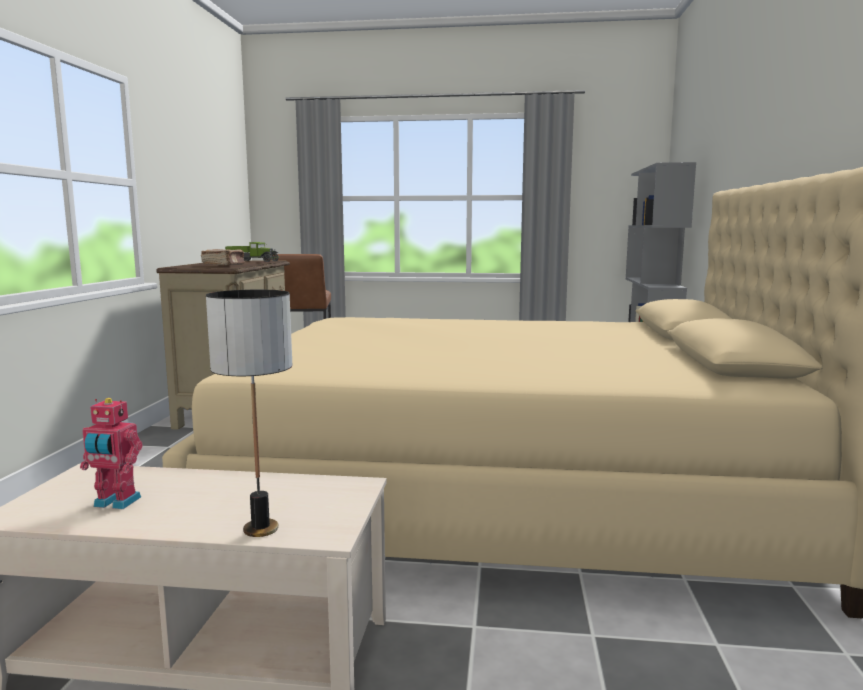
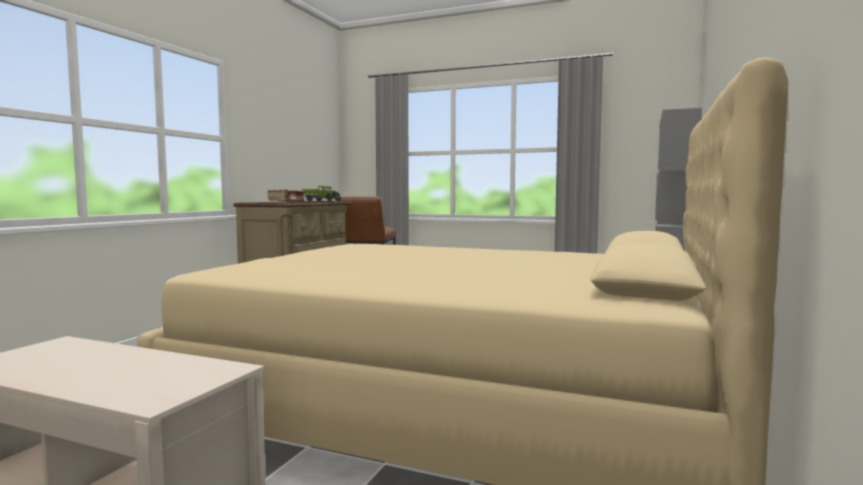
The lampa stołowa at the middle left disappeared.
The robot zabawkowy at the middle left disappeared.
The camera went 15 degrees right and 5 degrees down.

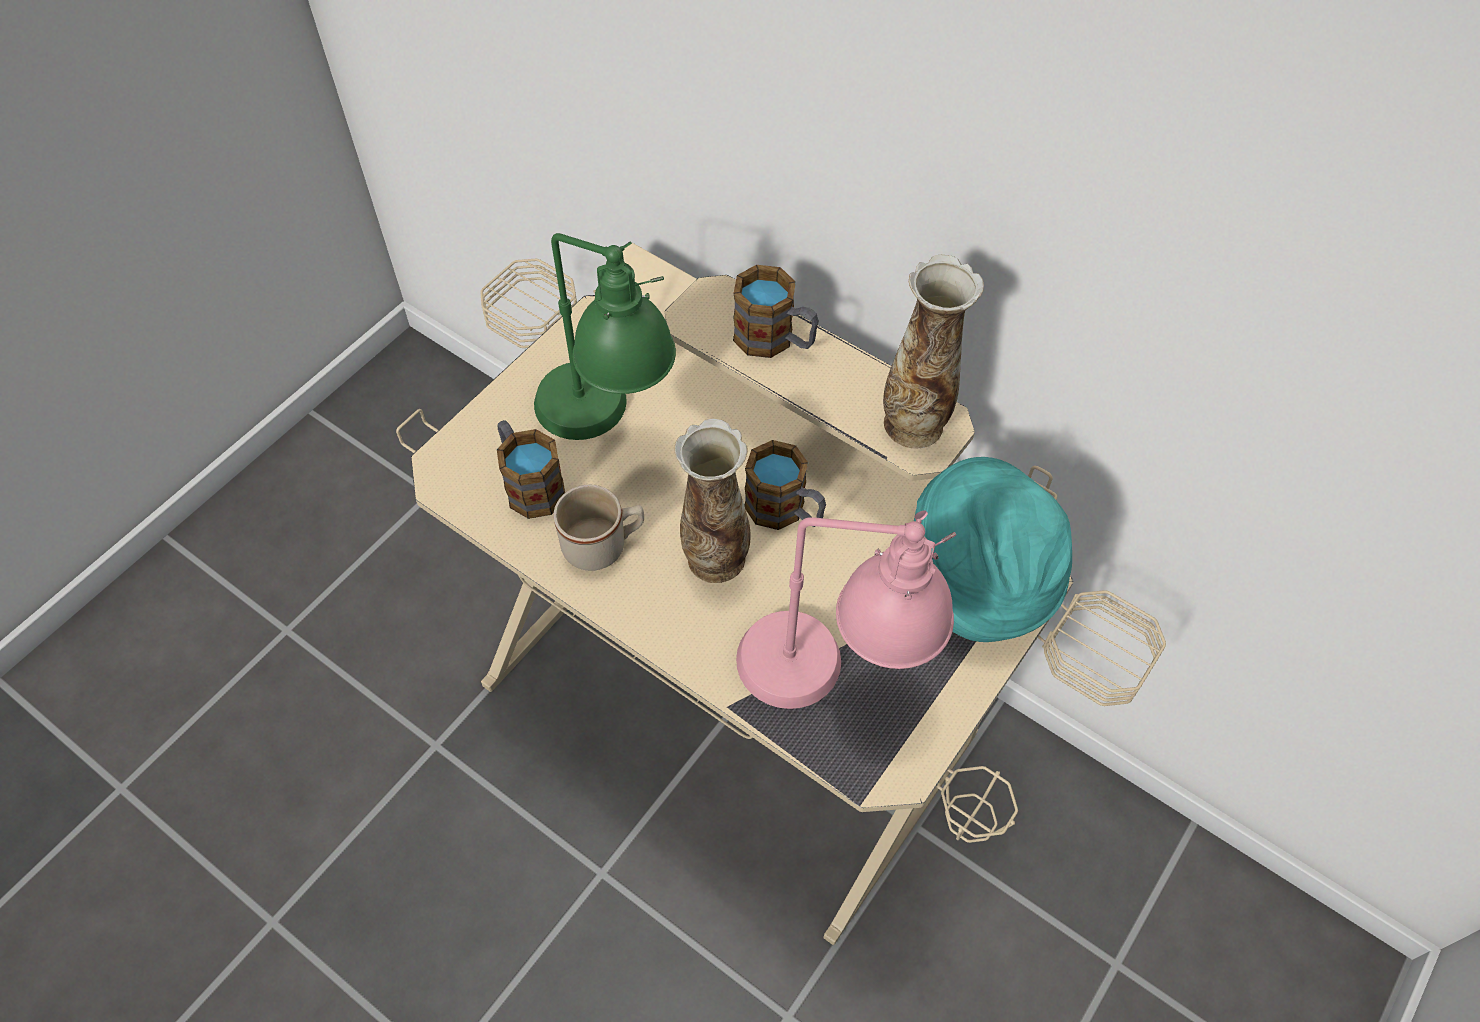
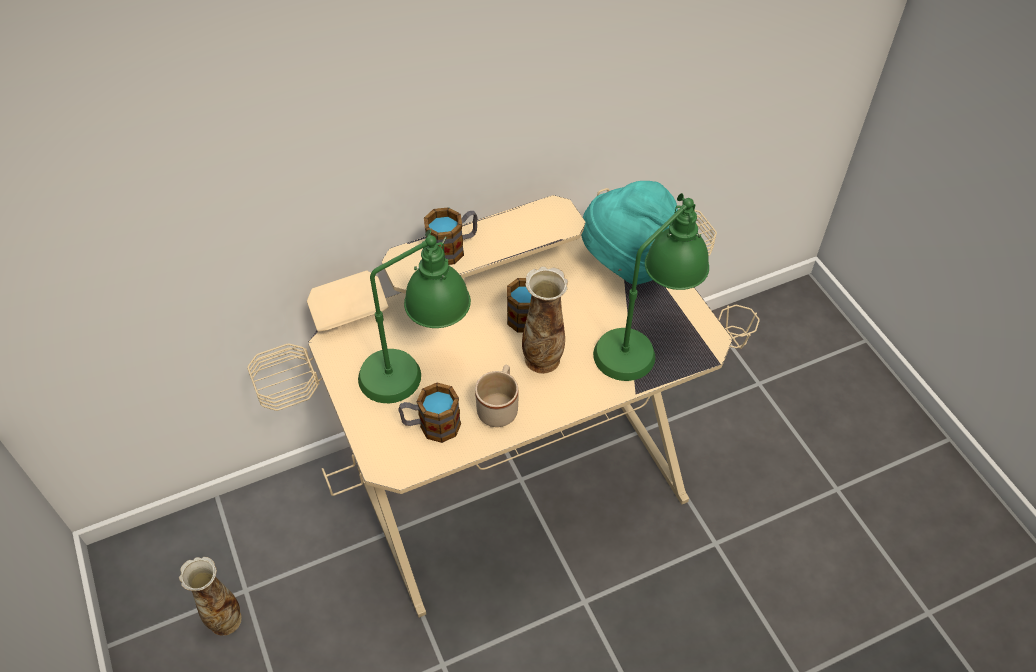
The wazon (no. 2 from left in the first image) moved from the centre to the bottom left.
The lampa stołowa [różowy] at the centre became the lampa stołowa [zielony] (no. 2 from left) at the centre.
The camera went 60 degrees left and 5 degrees down.

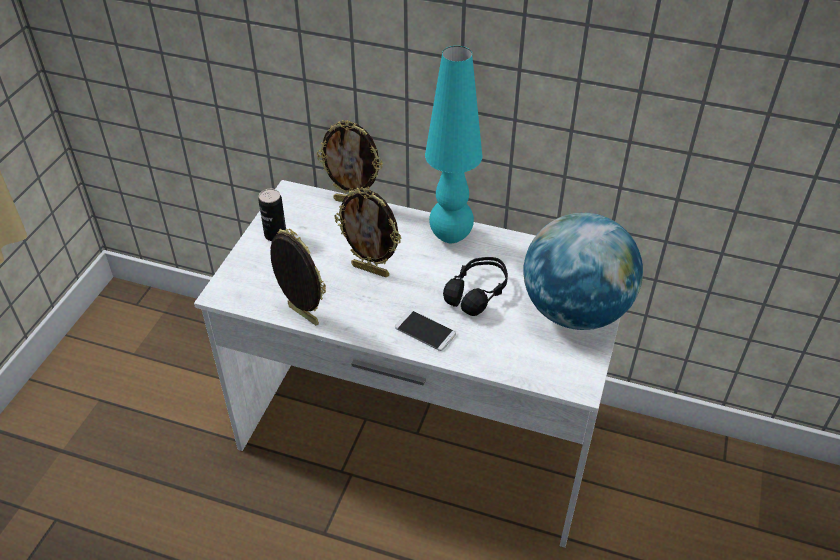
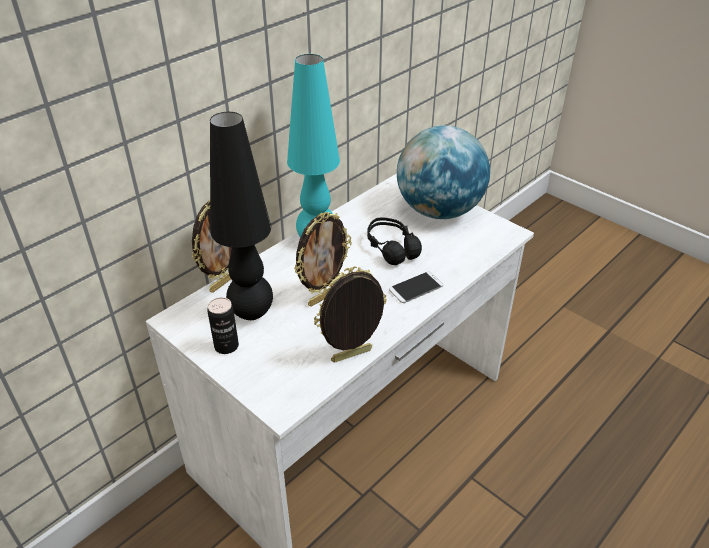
The lampa stołowa [czarny] at the centre appeared.
The camera went 65 degrees left and 5 degrees down.

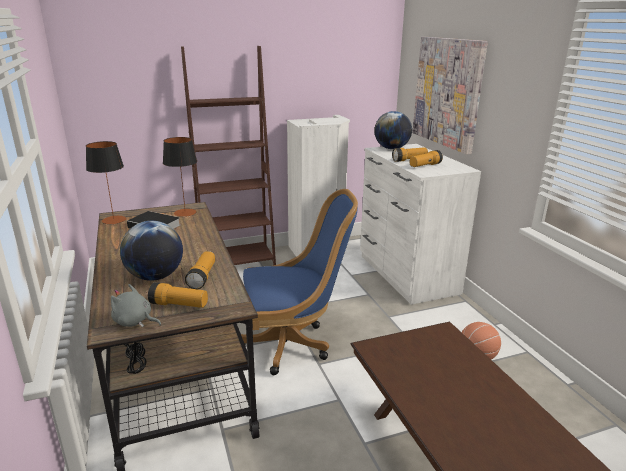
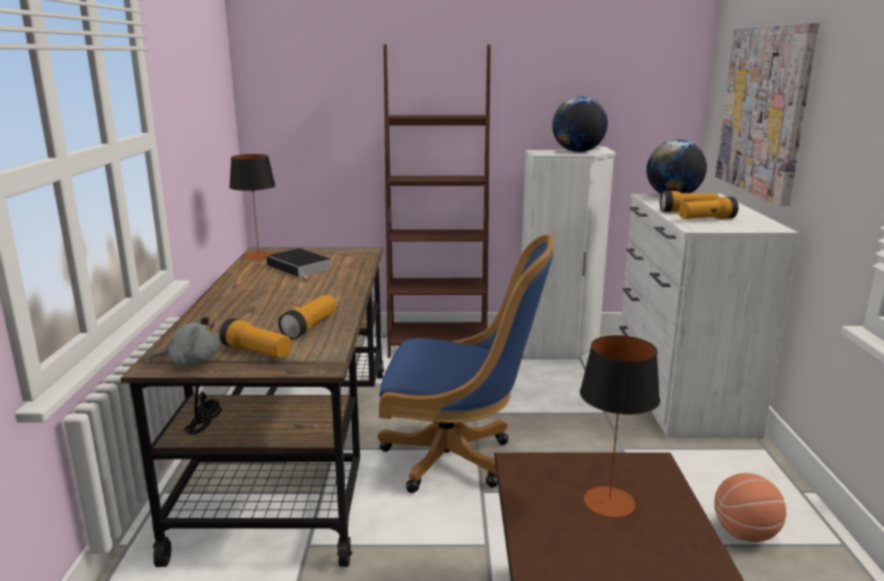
The lampa stołowa (no. 2 from left) moved from the middle left to the bottom right.
The globus (no. 1 from left) moved from the middle left to the top centre.
The pluszak [szary] at the middle left turned 135 degrees clockwise.
The camera went 20 degrees right and 5 degrees down.

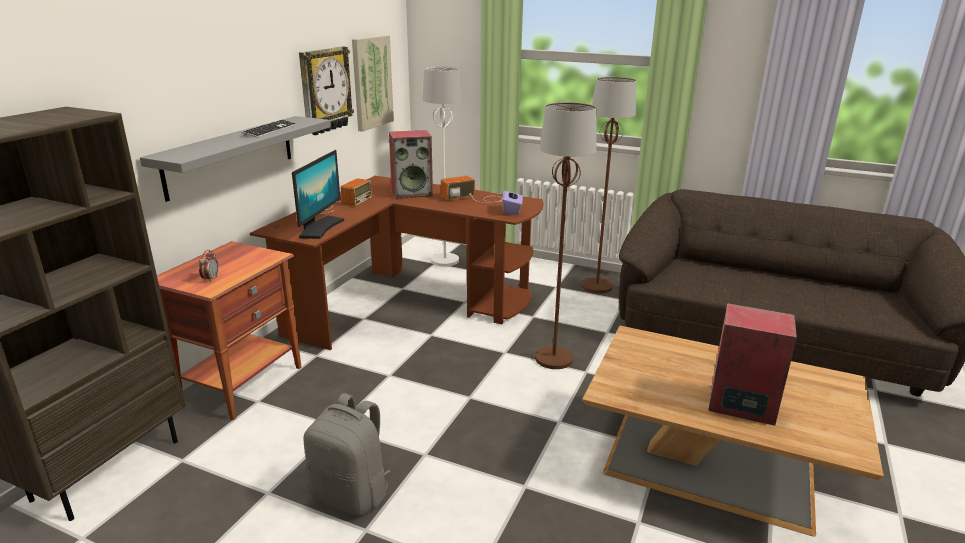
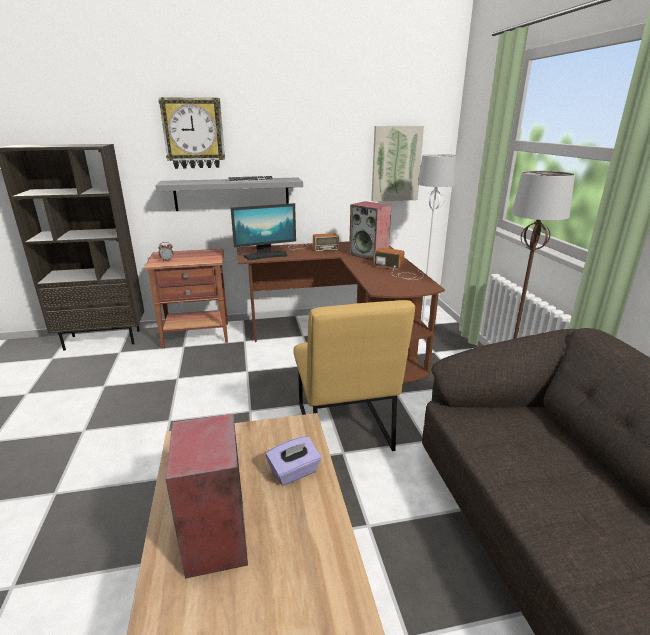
The zegar ścienny moved from the top centre to the top left.
The lampa stojąca [brązowy] (no. 1 from left) at the centre was replaced by the krzesło [żółty] at the centre.
The pudełko chusteczek [fioletowy] moved from the centre to the bottom centre.
The plecak [szary] at the bottom centre disappeared.
The camera went 55 degrees right and 0 degrees up.

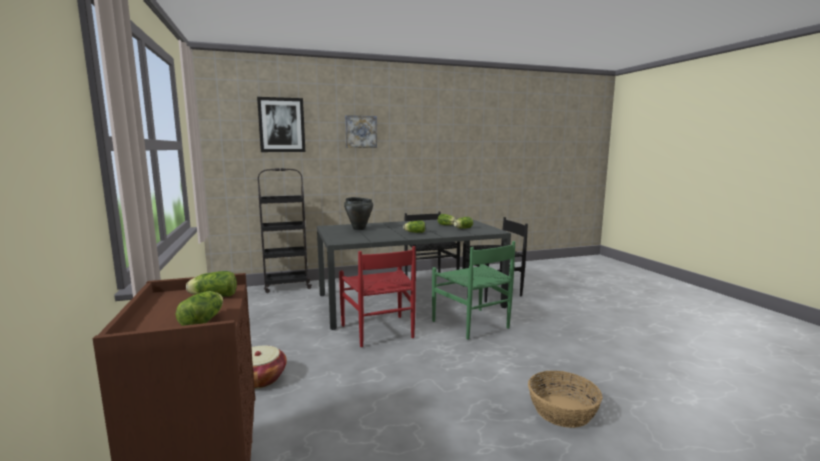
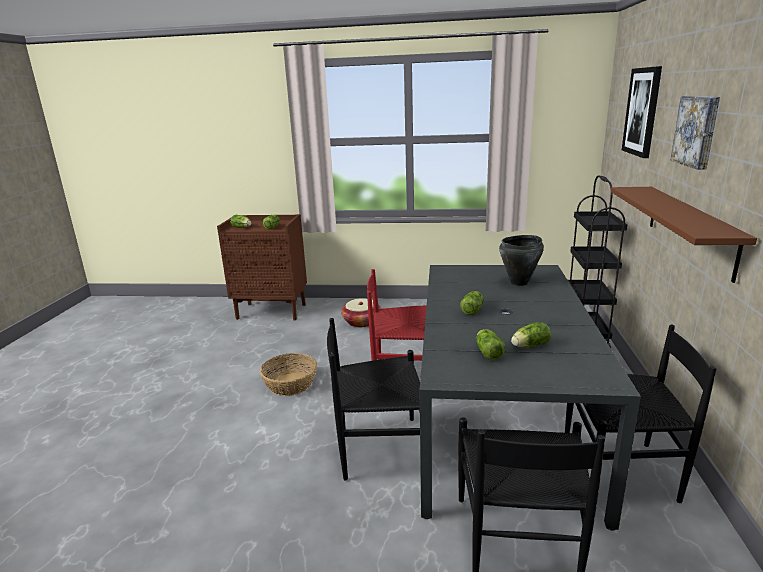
The krzesło [zielony] at the centre became the krzesło [czarny] (no. 1 from left) at the bottom centre.
The koszyk (no. 2 from left in the first image) moved from the bottom right to the centre.
The półka [brązowy] at the middle right appeared.
The camera went 115 degrees right and 10 degrees up.

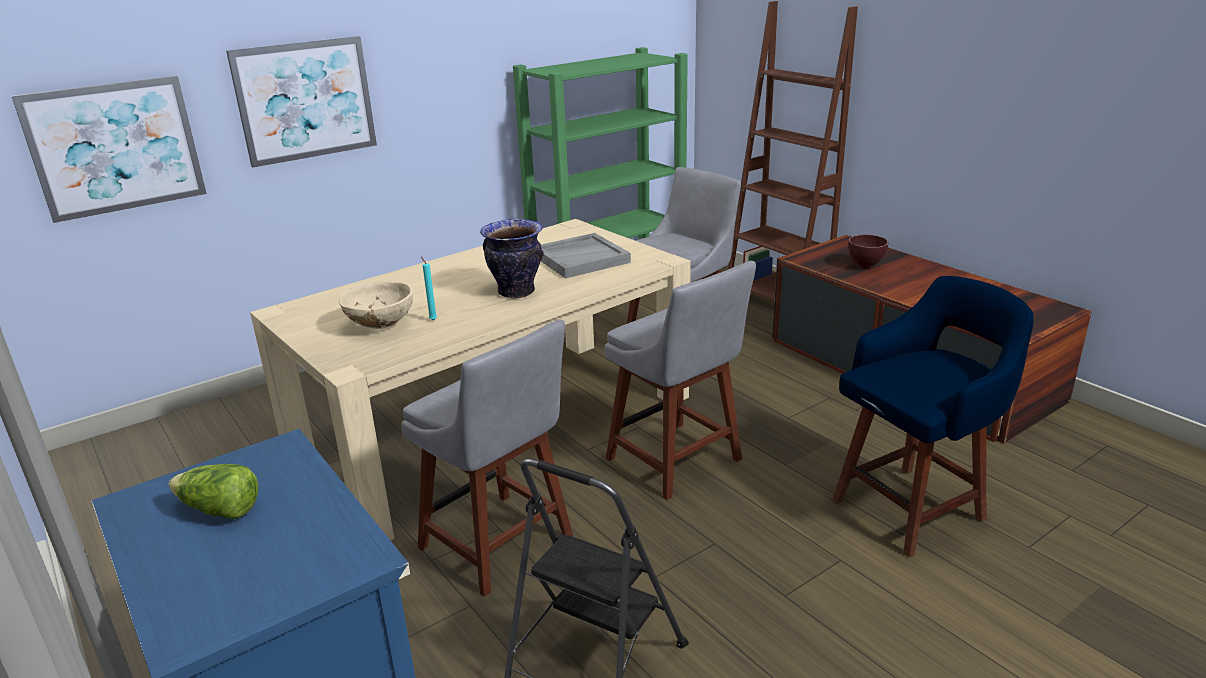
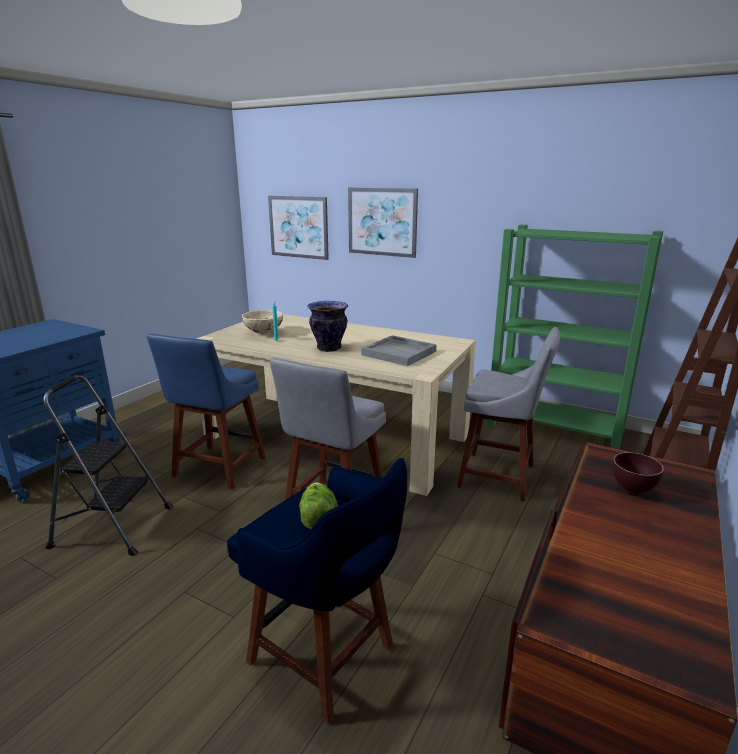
The krzesło [szary] (no. 1 from left) at the bottom centre became the krzesło [niebieski] at the middle left.
The sałata moved from the bottom left to the bottom centre.
The camera went 65 degrees right and 5 degrees down.

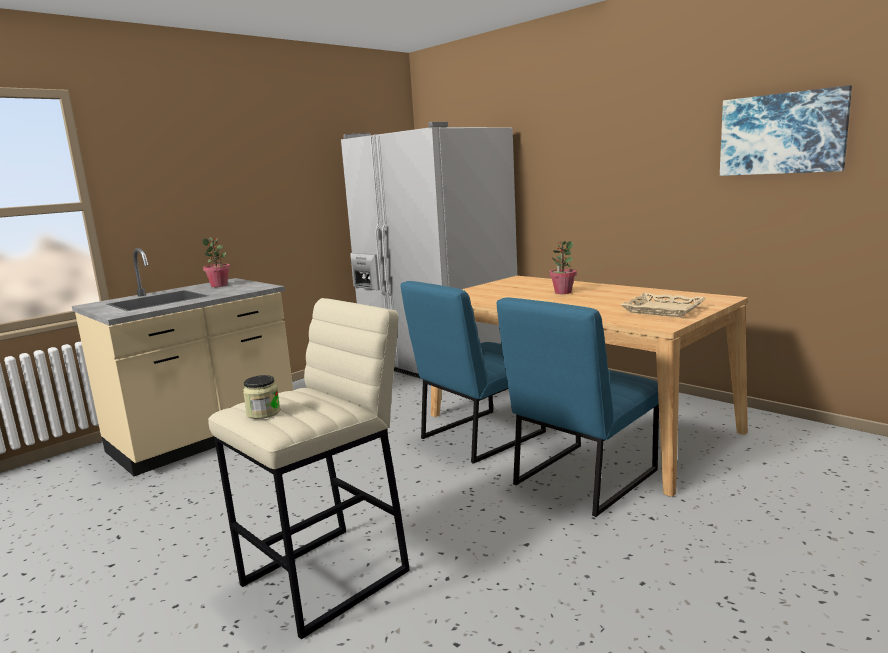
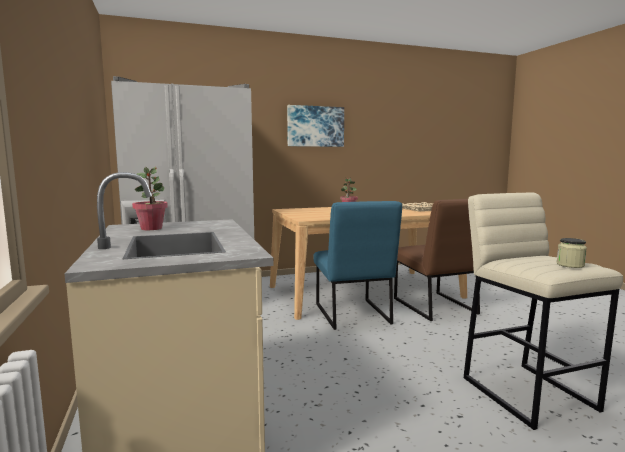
The obraz moved from the top right to the top centre.
The krzesło [niebieski] (no. 2 from left) at the centre became the krzesło [brązowy] at the middle right.
The camera went 65 degrees left and 5 degrees down.

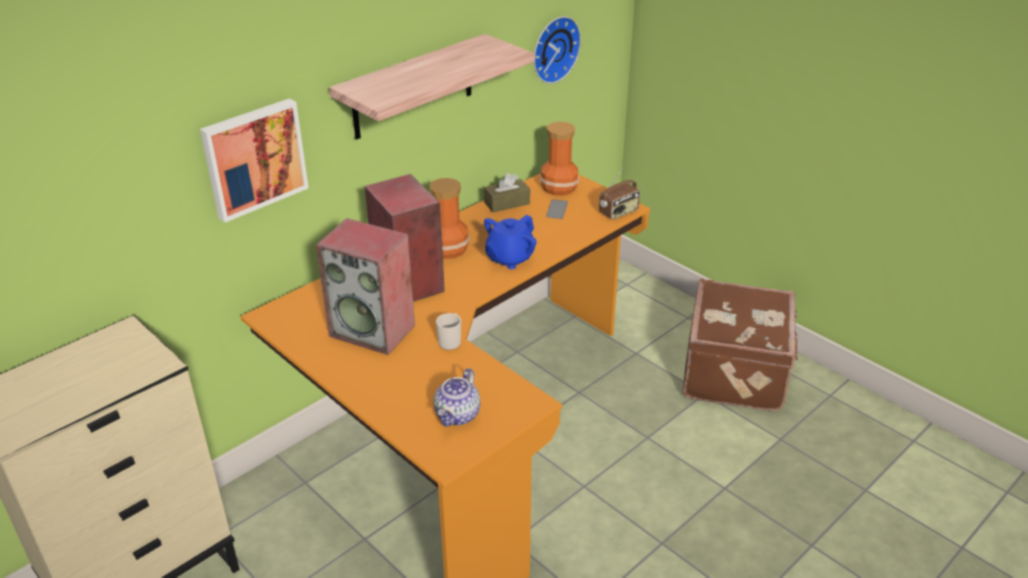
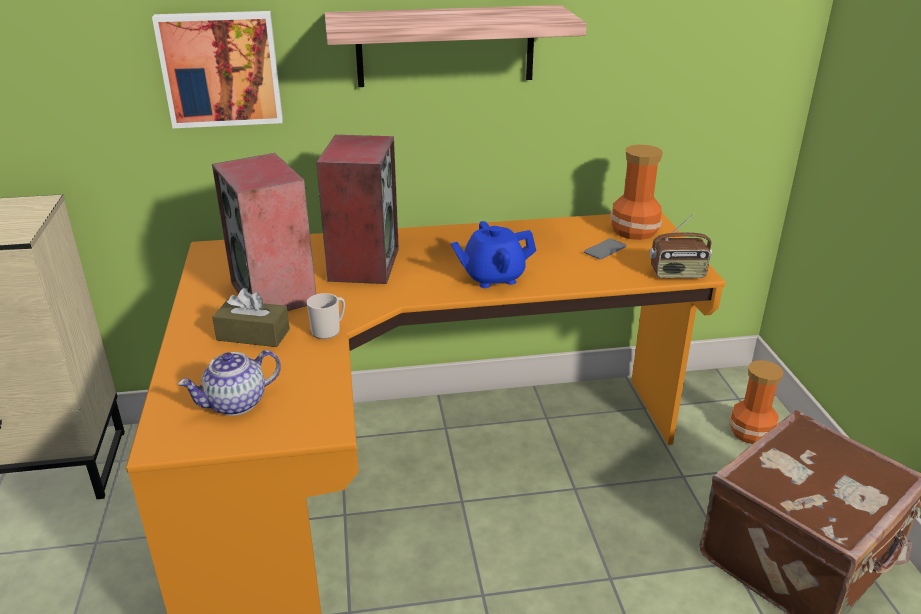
The zegar ścienny at the top centre disappeared.
The pudełko chusteczek [brązowy] moved from the top centre to the middle left.
The wazon (no. 1 from left in the first image) moved from the centre to the middle right.
The camera went 35 degrees right and 5 degrees down.

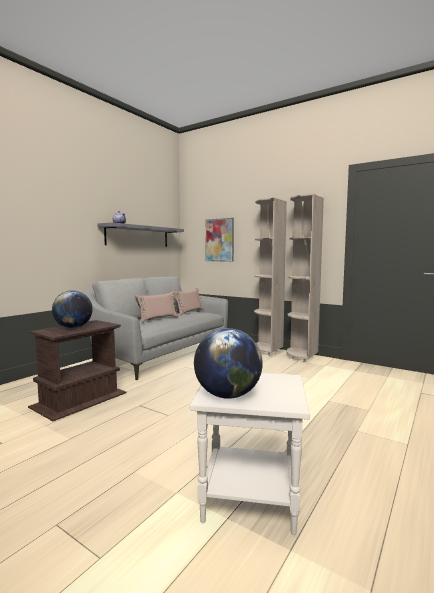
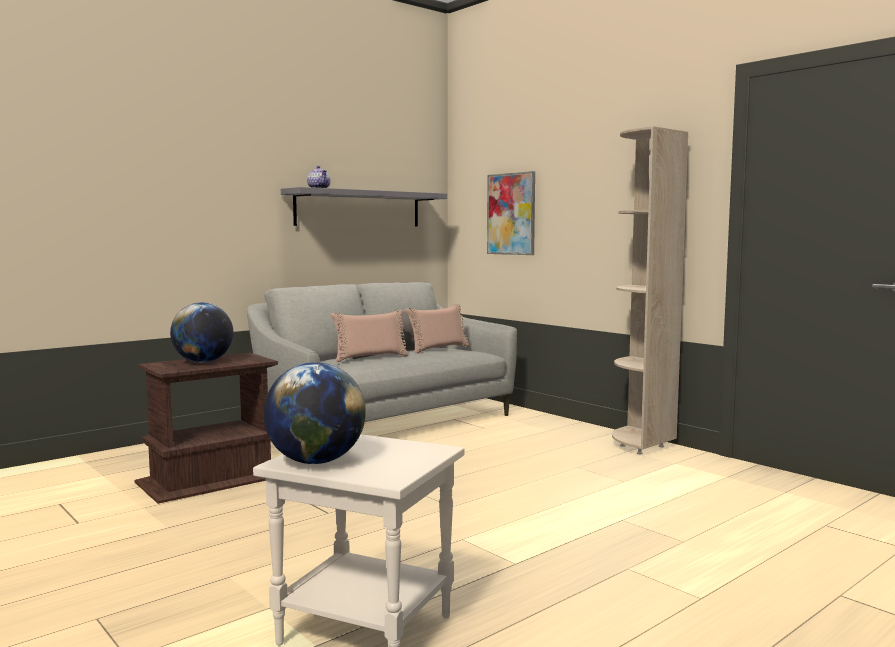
The regał [beżowy] (no. 1 from left) at the centre disappeared.
The camera went 15 degrees right and 0 degrees up.

